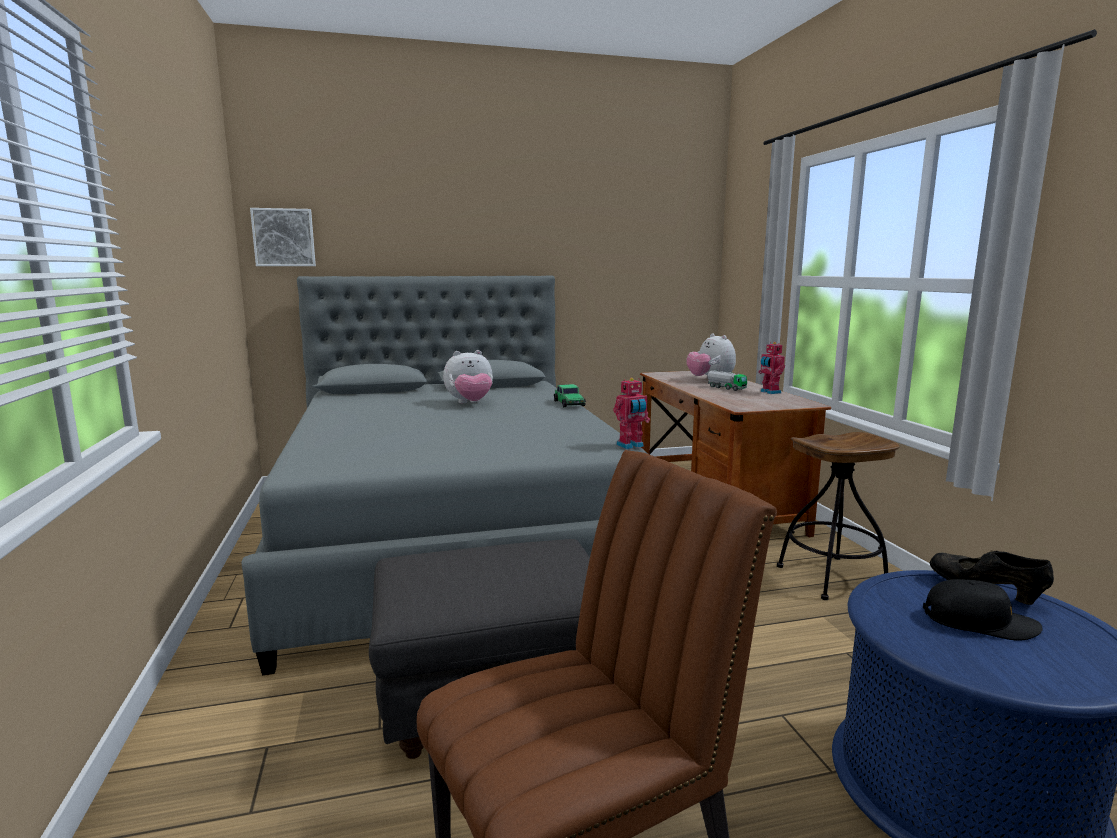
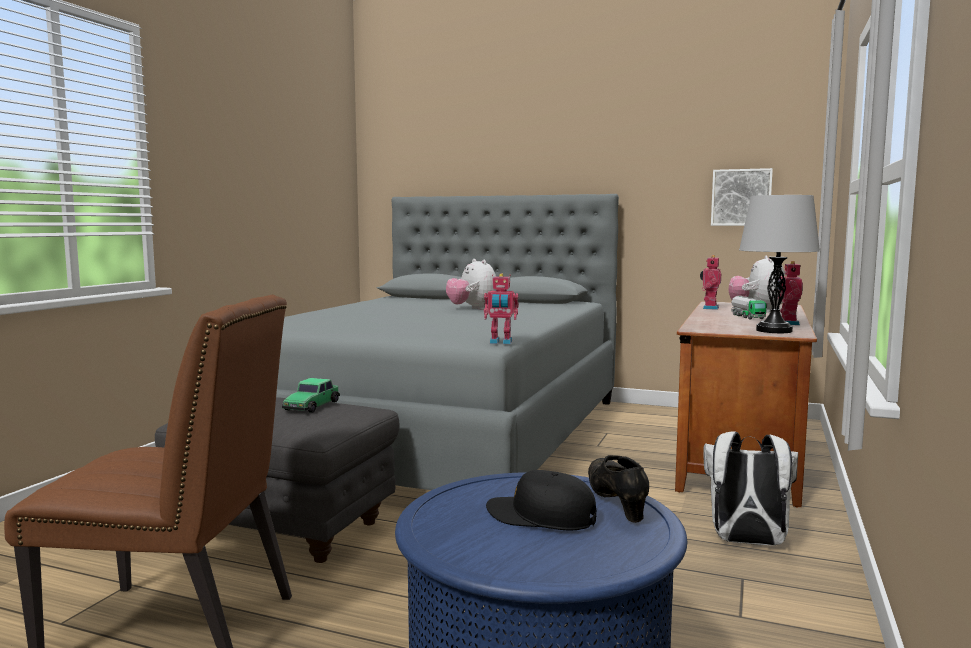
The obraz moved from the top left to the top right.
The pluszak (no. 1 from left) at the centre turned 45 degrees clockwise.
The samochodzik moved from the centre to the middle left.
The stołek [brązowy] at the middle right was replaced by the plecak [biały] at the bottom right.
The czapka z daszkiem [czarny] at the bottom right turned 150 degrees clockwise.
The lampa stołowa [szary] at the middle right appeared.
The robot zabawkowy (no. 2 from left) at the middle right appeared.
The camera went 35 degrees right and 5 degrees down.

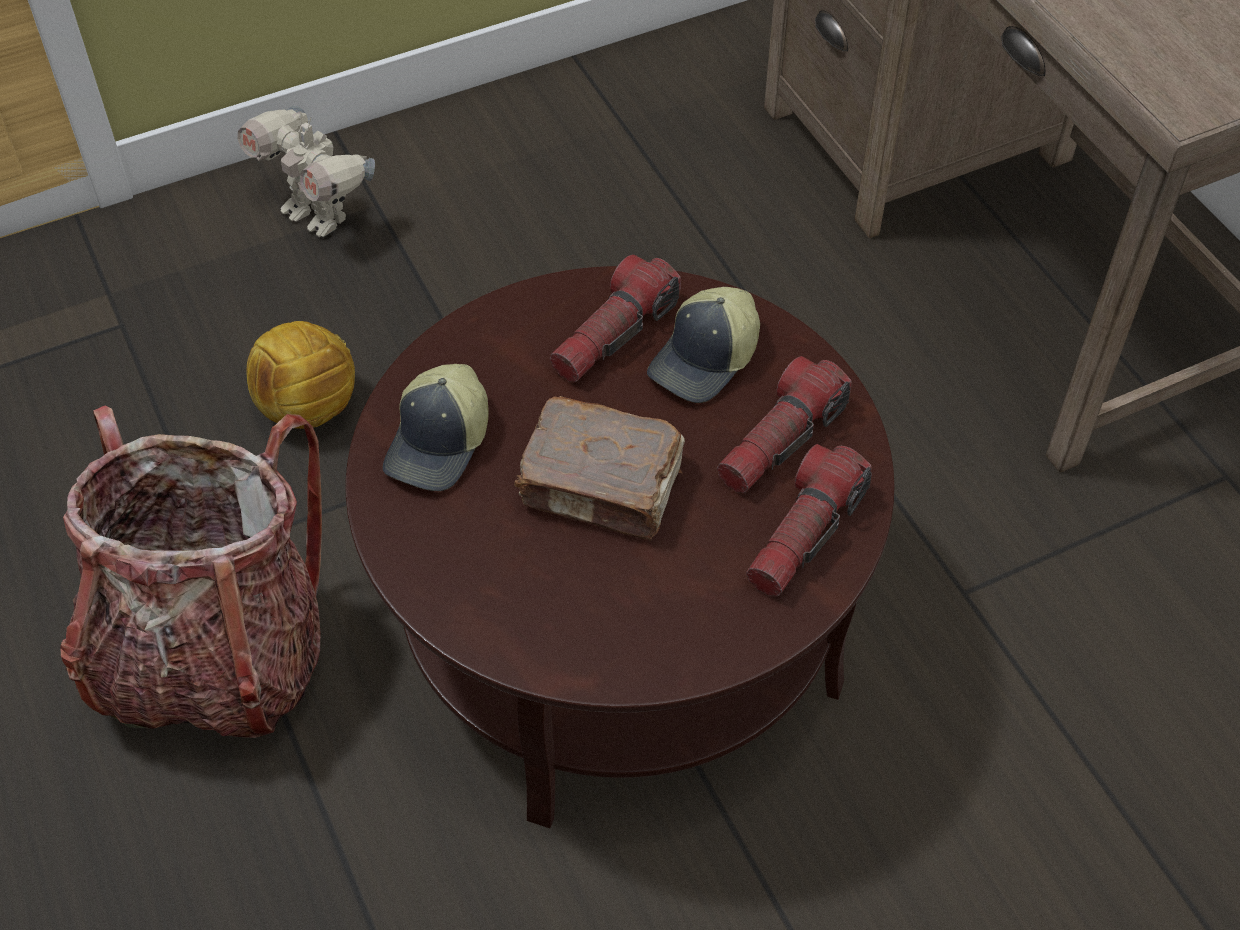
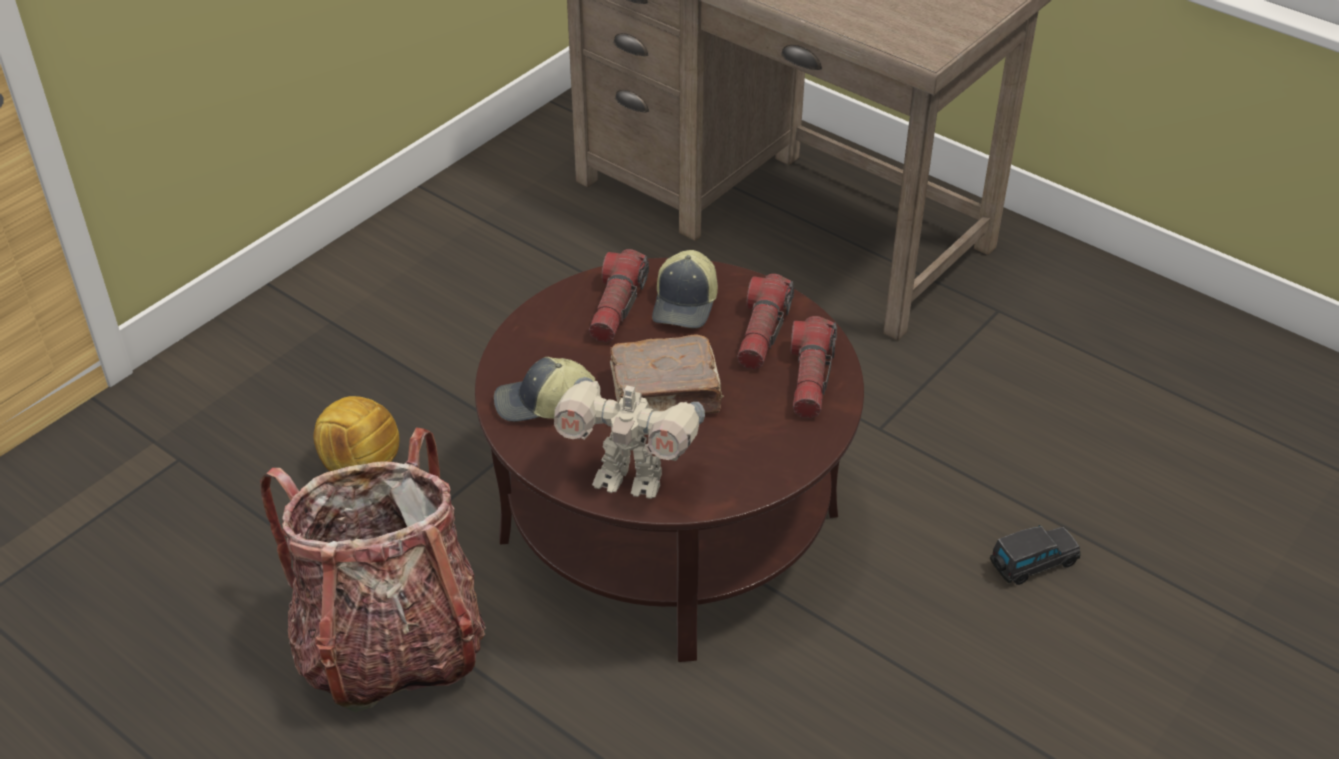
The robot zabawkowy moved from the top left to the centre.
The czapka z daszkiem (no. 1 from left) at the centre turned 90 degrees clockwise.
The samochodzik [czarny] at the bottom right appeared.
The camera went 25 degrees left and 10 degrees down.

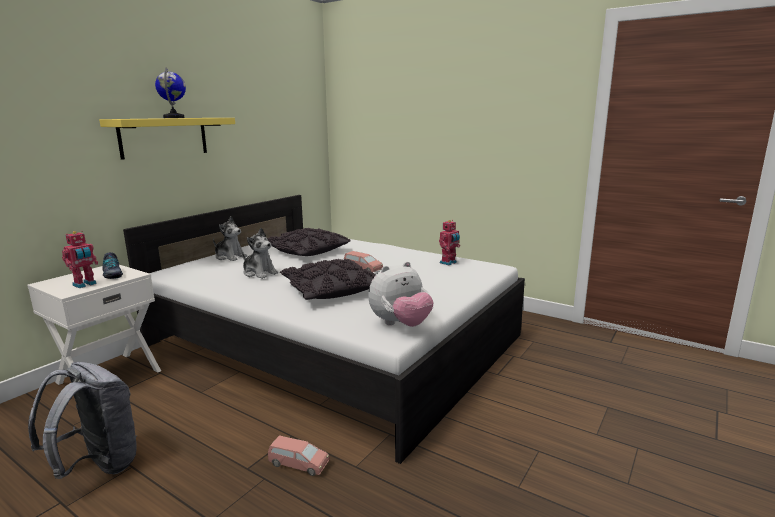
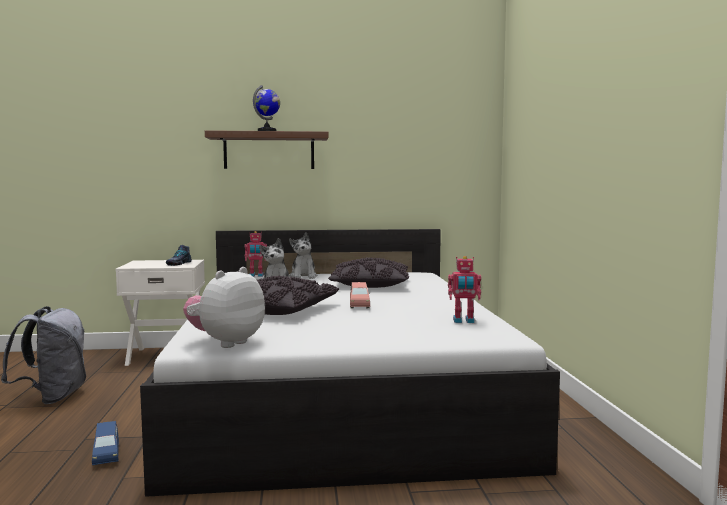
The półka [żółty] at the top left became the półka [brązowy] at the top centre.
The robot zabawkowy (no. 1 from left) moved from the middle left to the centre.
The pluszak (no. 3 from left in the first image) at the centre turned 105 degrees clockwise.
The samochodzik [różowy] (no. 1 from left) at the bottom centre became the samochodzik [niebieski] at the bottom left.
The camera went 50 degrees right and 10 degrees down.

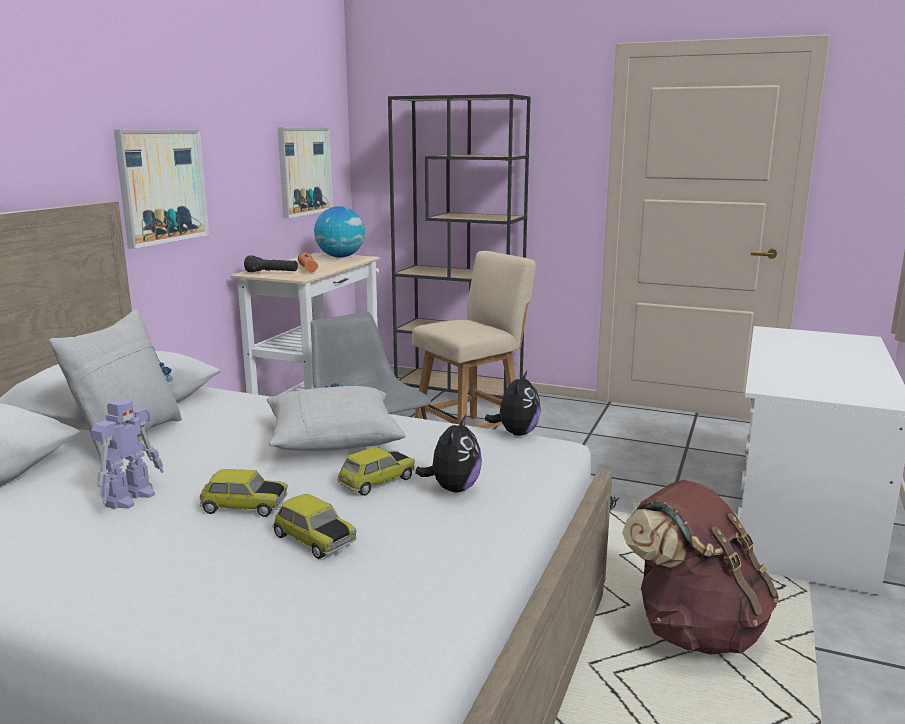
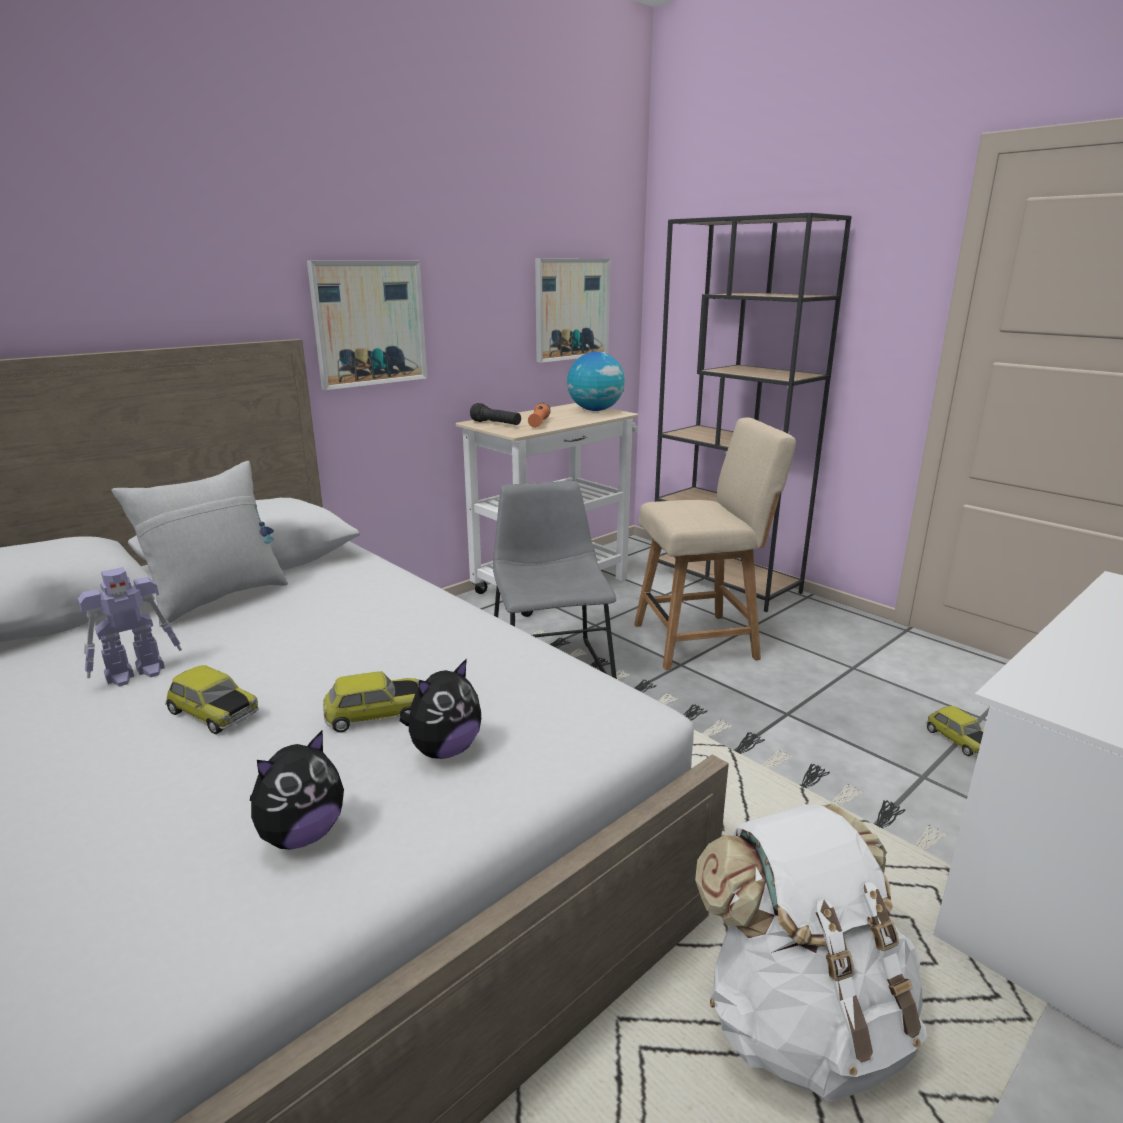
The pluszak (no. 2 from left in the first image) moved from the centre to the bottom left.
The poduszka [szary] (no. 2 from left) at the centre disappeared.
The plecak [brązowy] at the bottom right became the plecak [biały] at the bottom right.
The samochodzik (no. 2 from left in the first image) moved from the bottom centre to the middle right.
The camera went 25 degrees right and 5 degrees up.

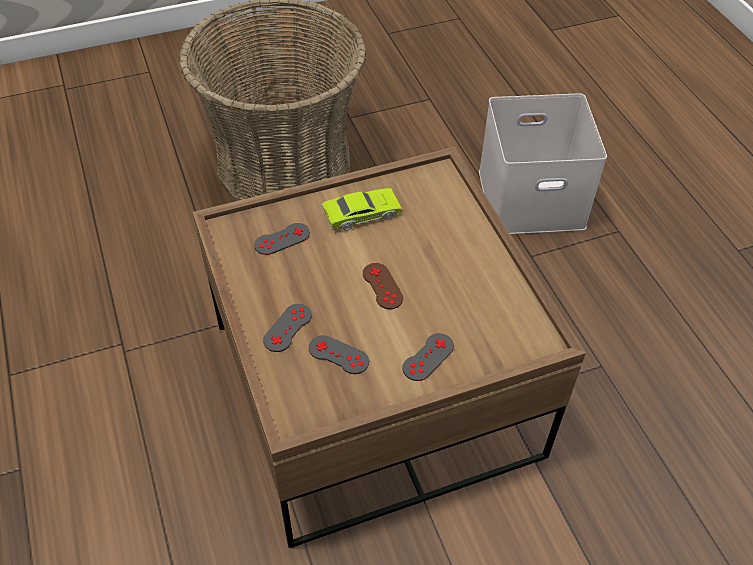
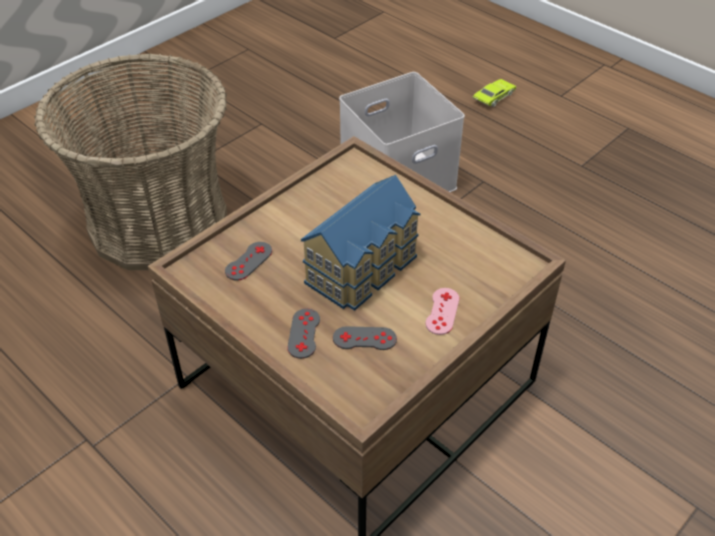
The samochodzik [zielony] moved from the centre to the top right.
The pad do gier [brązowy] at the centre was replaced by the domek at the centre.
The pad do gier [szary] (no. 4 from left) at the centre became the pad do gier [różowy] at the centre.
The camera went 25 degrees left and 5 degrees down.

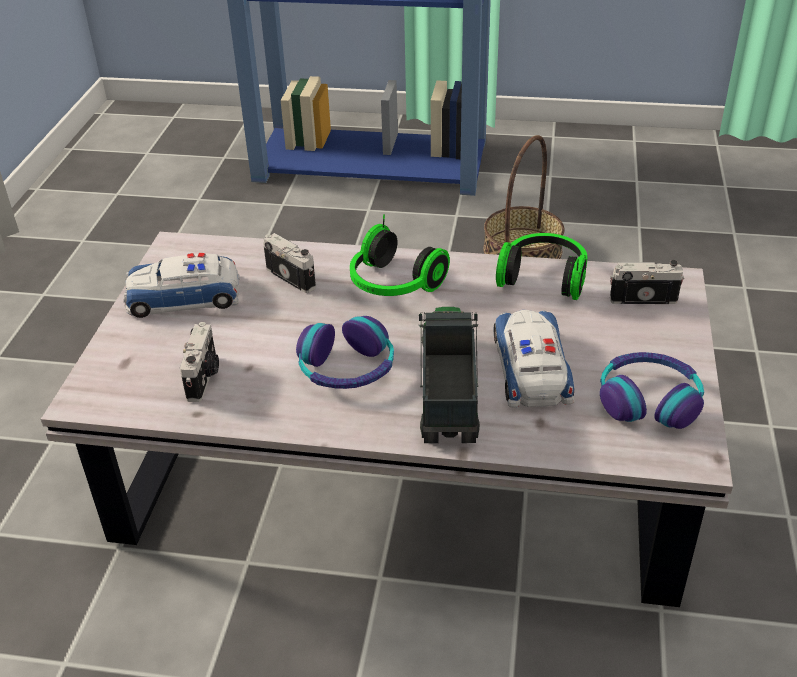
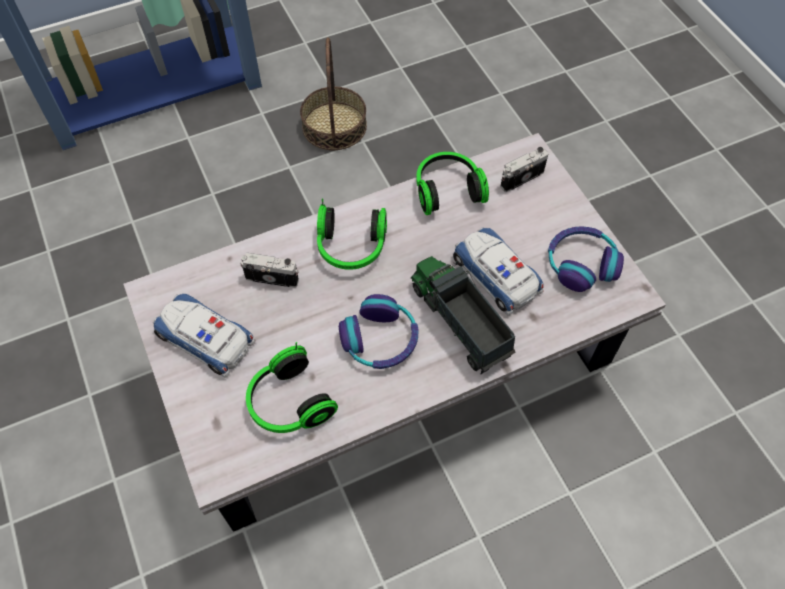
The samochodzik (no. 1 from left) at the middle left turned 75 degrees clockwise.
The aparat fotograficzny (no. 1 from left) at the middle left was replaced by the słuchawki (no. 1 from left) at the centre.
The camera went 35 degrees left and 20 degrees up.

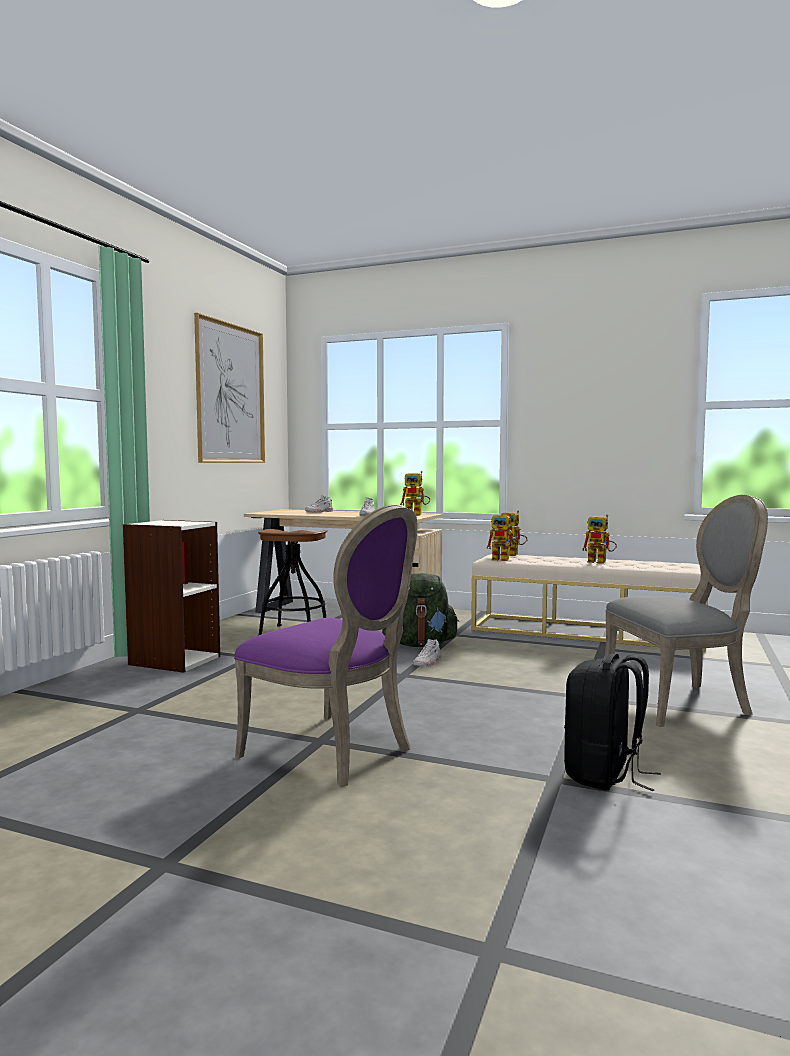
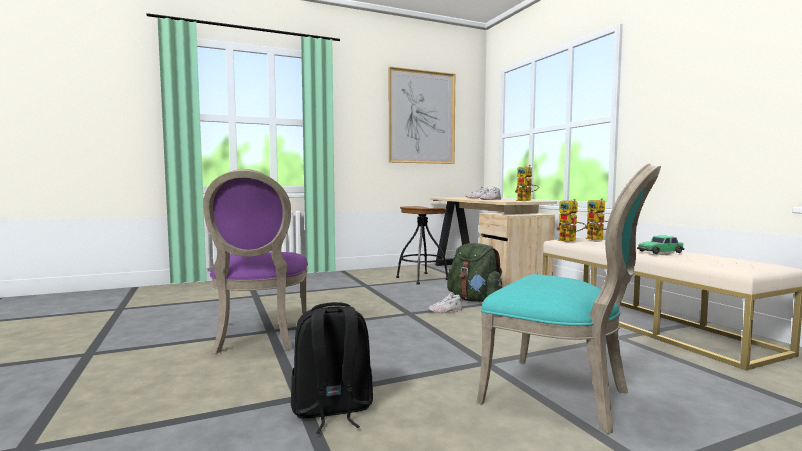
The krzesło [szary] at the middle right became the krzesło [turkusowy] at the middle right.
The robot zabawkowy (no. 4 from left) at the middle right was replaced by the samochodzik at the middle right.
The regał at the middle left disappeared.
The camera went 45 degrees right and 0 degrees up.

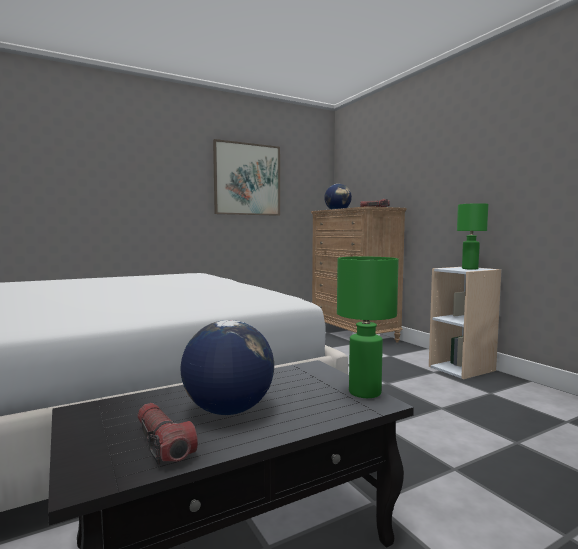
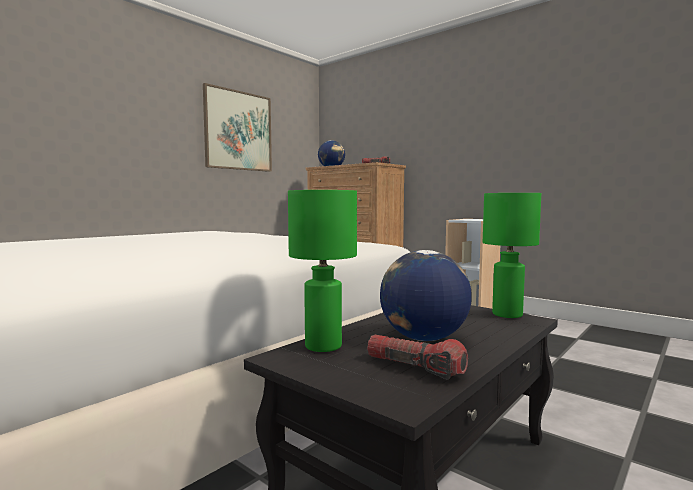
The lampa stołowa [zielony] (no. 2 from left in the first image) moved from the middle right to the centre.
The camera went 20 degrees left and 0 degrees up.

